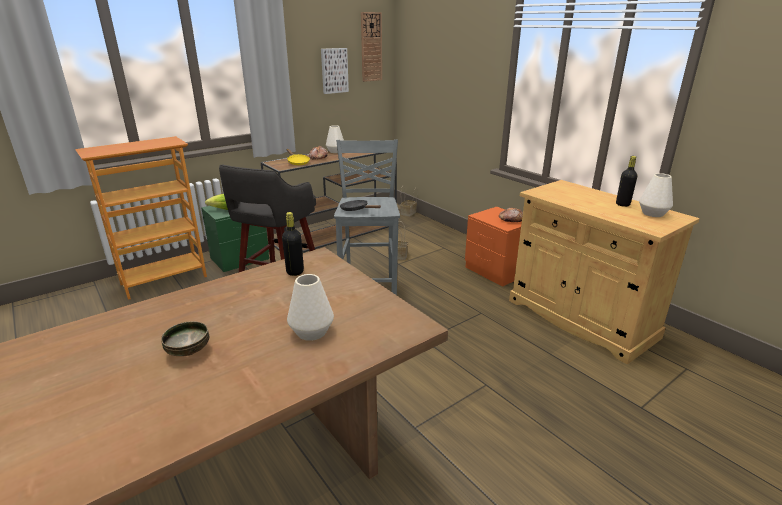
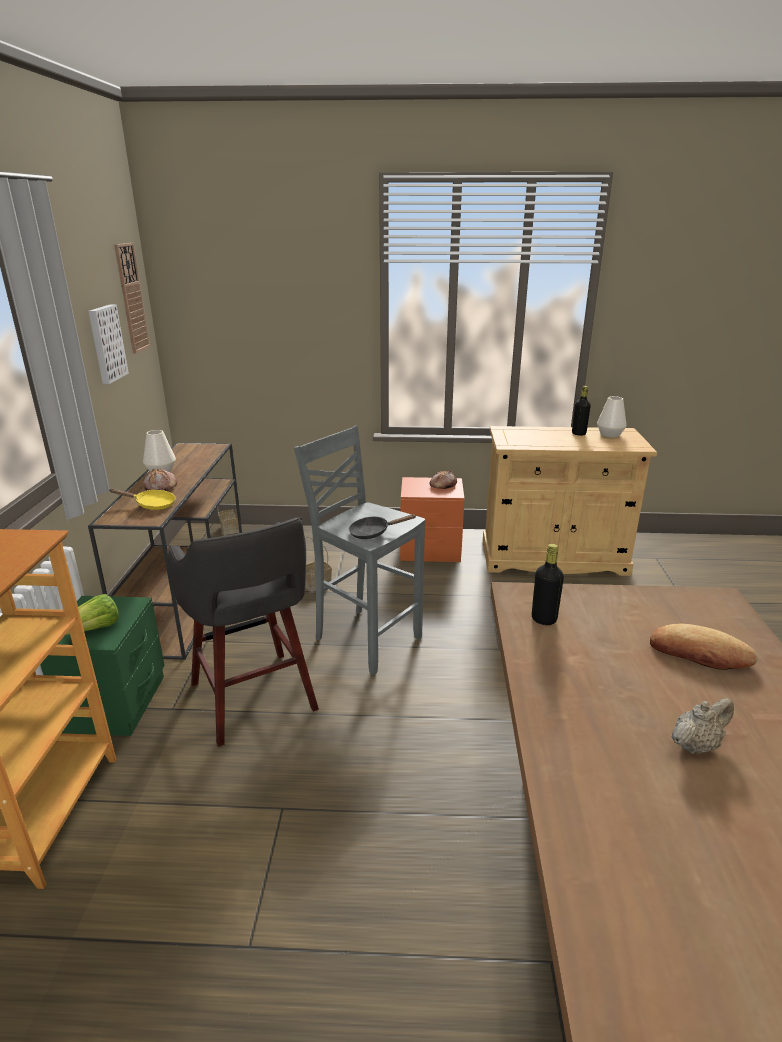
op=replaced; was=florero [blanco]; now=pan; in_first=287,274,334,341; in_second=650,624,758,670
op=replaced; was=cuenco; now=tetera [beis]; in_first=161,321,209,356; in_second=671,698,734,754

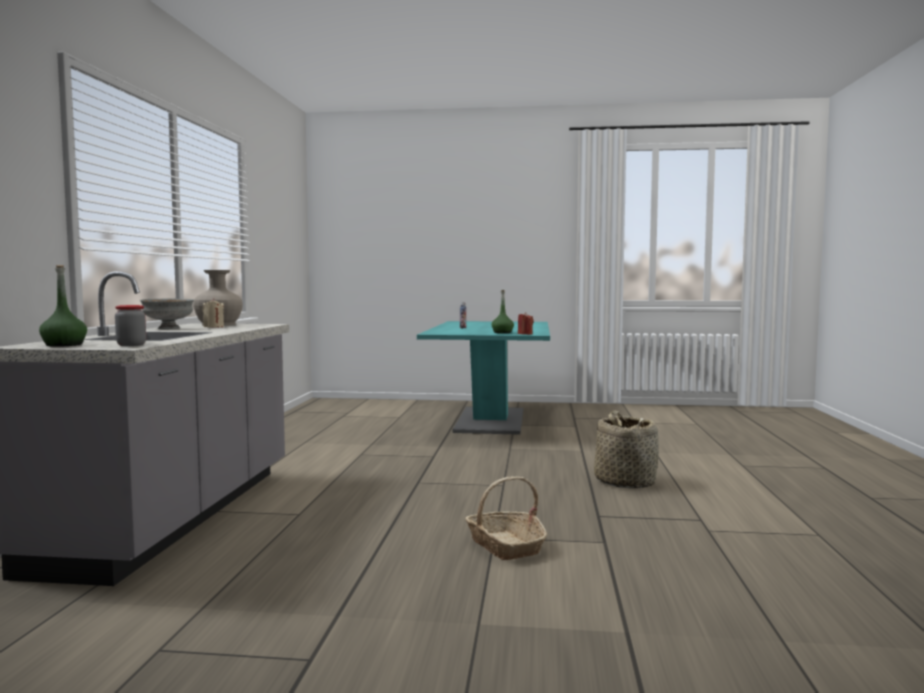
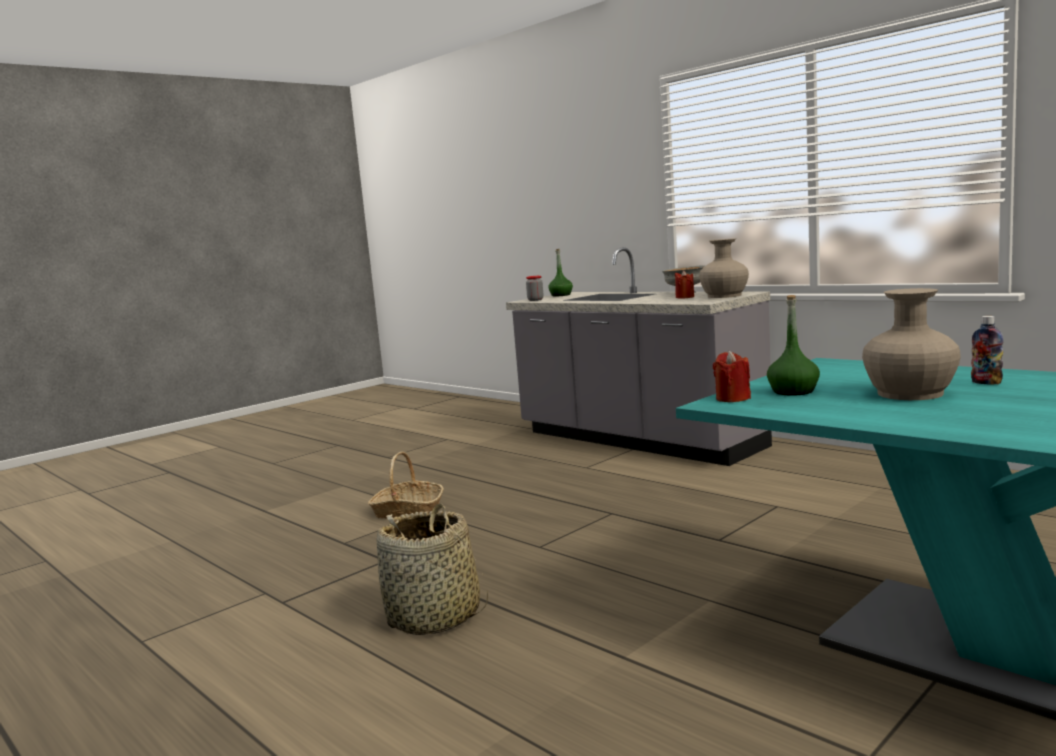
op=recoloured; was=vela [beis]; now=vela [rojo]; in_first=203,299,224,328; in_second=675,270,694,299
op=added; now=florero [beis]; in_second=862,288,961,400

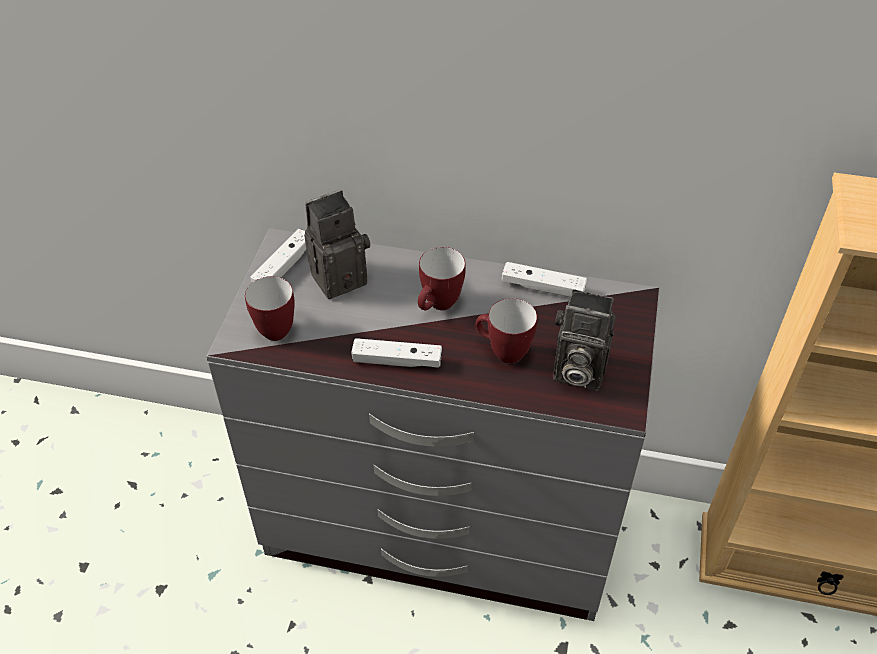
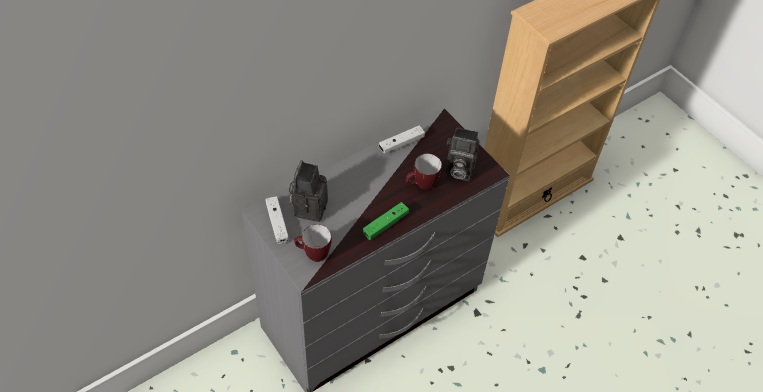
op=removed; was=taza grande; in_first=418,247,466,310
op=turned; was=cámara; in_first=553,289,616,390; in_second=445,127,480,181; clockwise=45
op=recoloured; was=mando de consola [blanco]; now=mando de consola [verde]; in_first=351,338,442,368; in_second=363,202,409,240

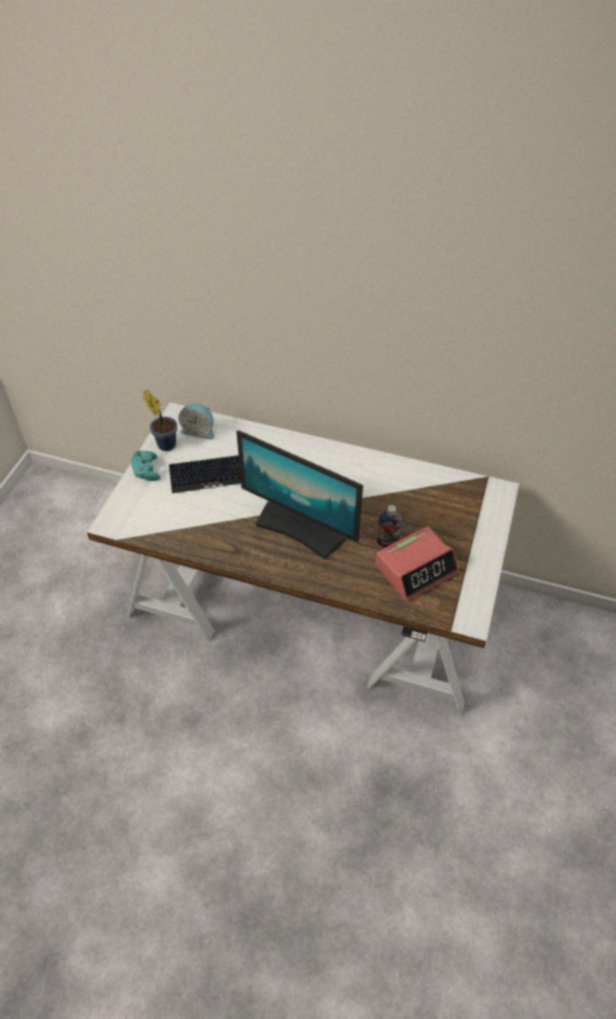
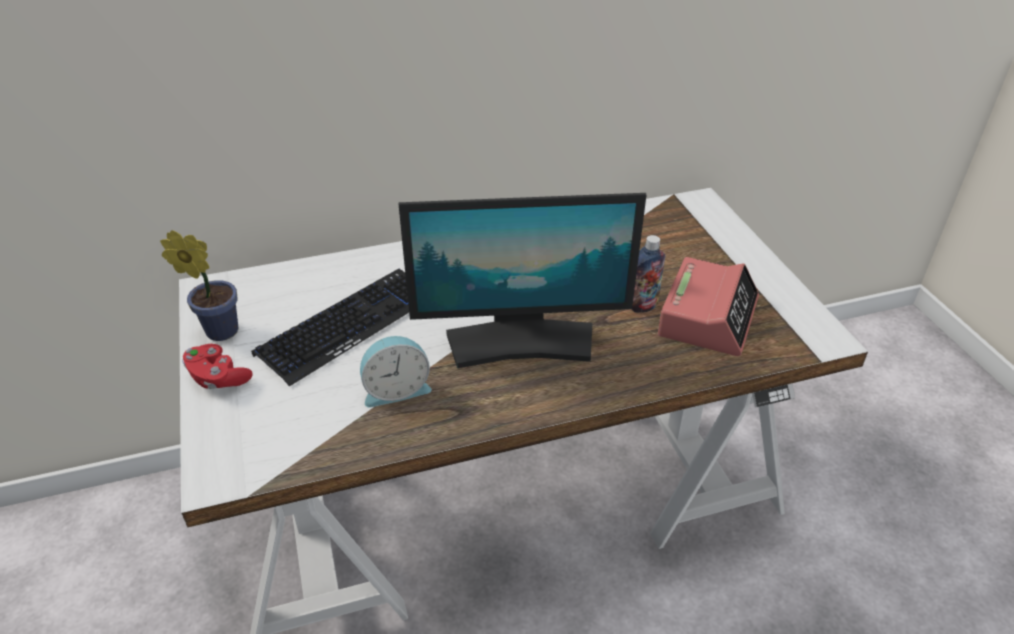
op=moved; was=despertador; in_first=178,403,214,440; in_second=360,336,432,408
op=recoloured; was=mando de consola [turquesa]; now=mando de consola [rojo]; in_first=131,450,161,481; in_second=182,344,253,389

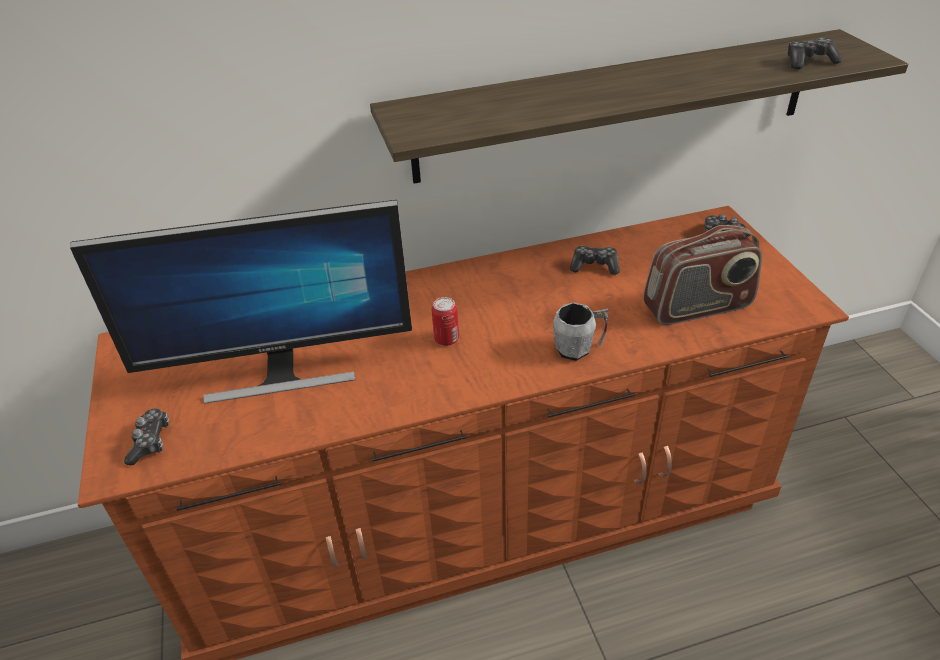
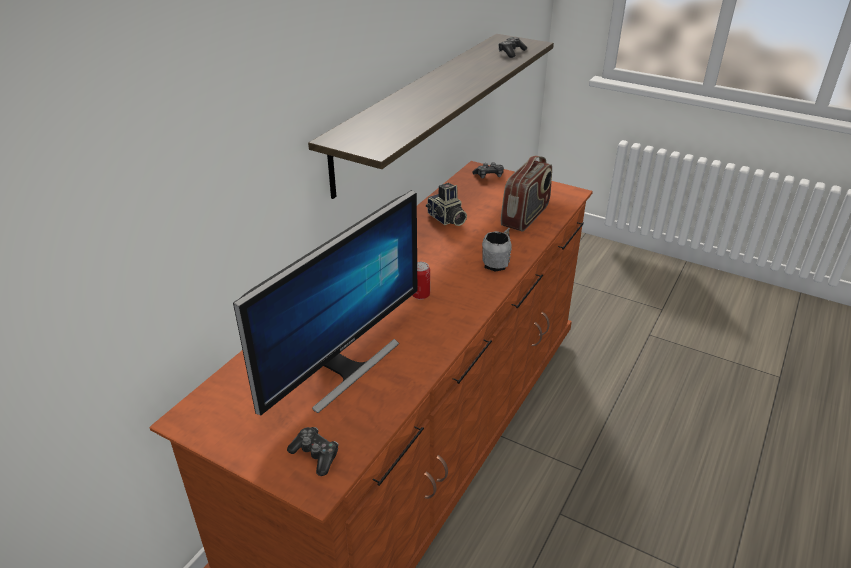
op=replaced; was=mando de consola; now=cámara; in_first=570,245,620,275; in_second=426,183,467,226

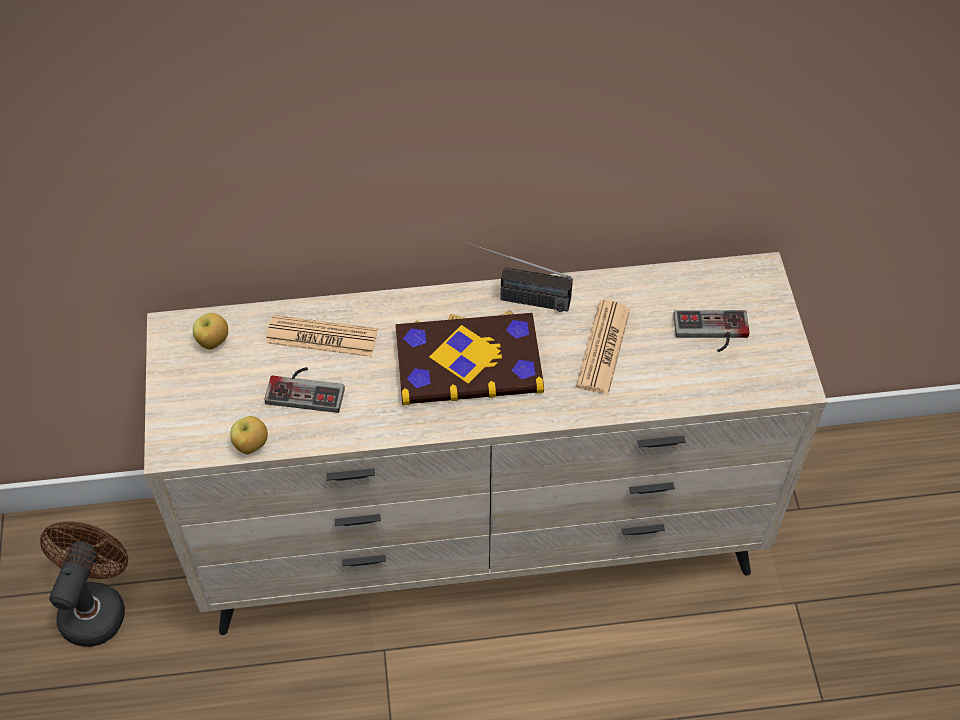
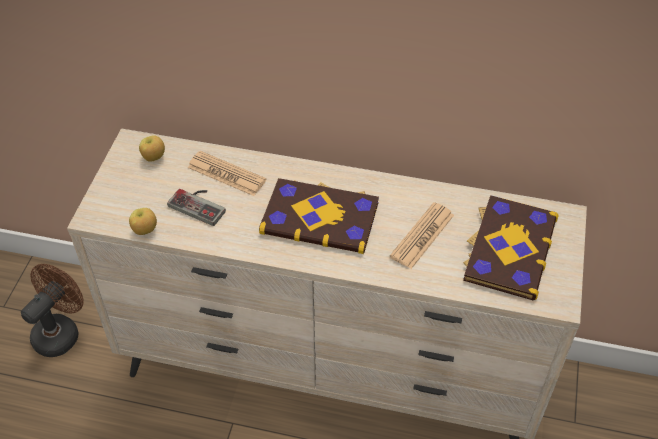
op=removed; was=radio; in_first=466,242,573,312
op=replaced; was=mando de consola; now=libro; in_first=673,310,749,352; in_second=463,195,559,300

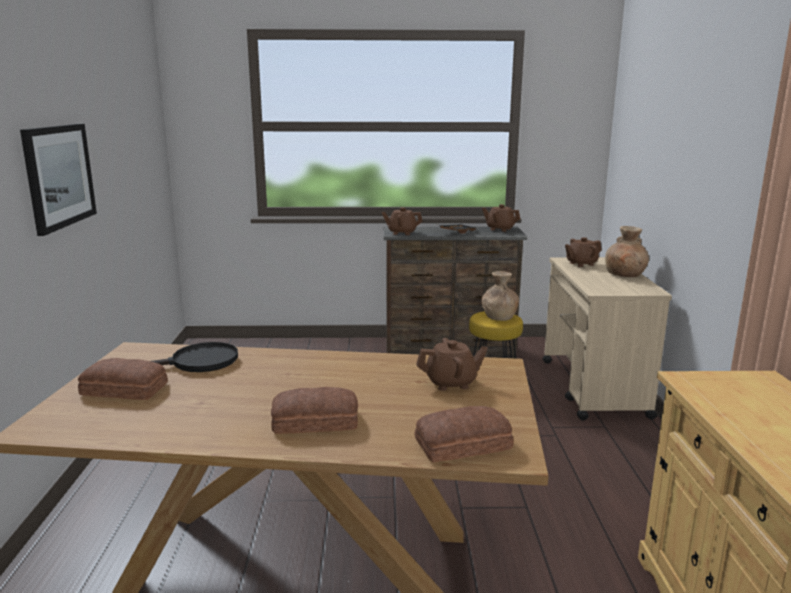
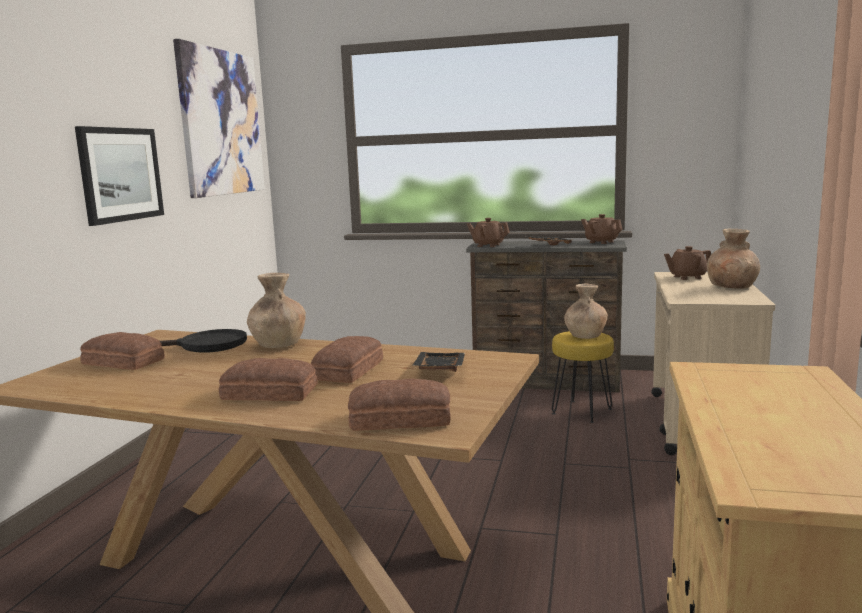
op=replaced; was=tetera [marrón]; now=bandeja [negro]; in_first=416,338,488,391; in_second=412,352,465,372
op=added; now=cuadro; in_second=173,39,265,198
op=added; now=florero [marrón]; in_second=247,273,306,348
op=added; now=pan; in_second=311,336,383,383

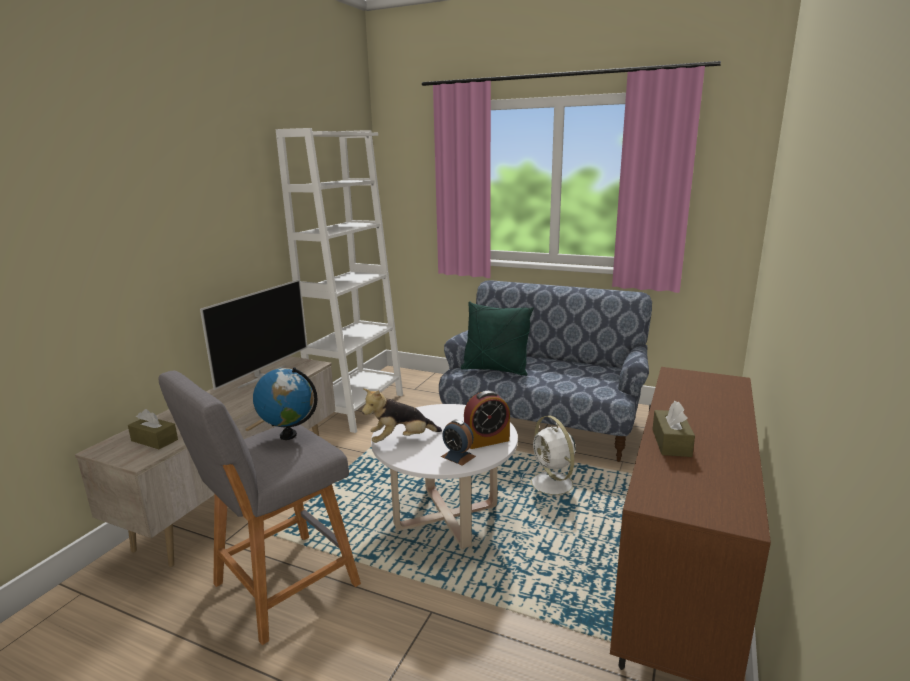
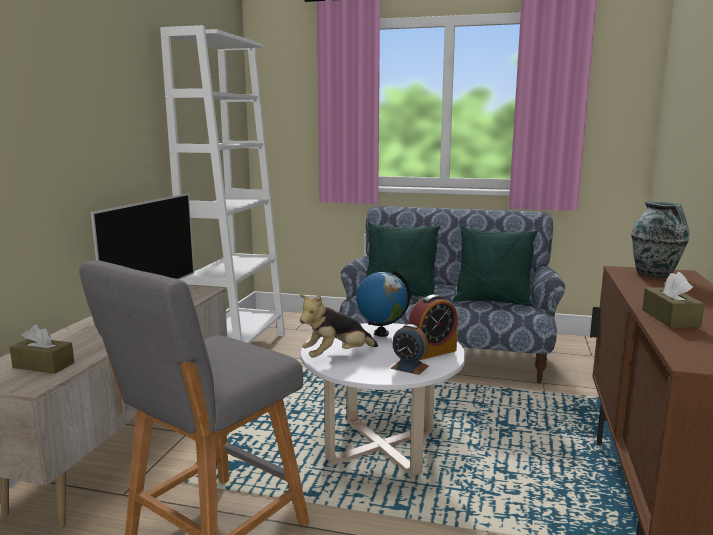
op=moved; was=globo terráqueo; in_first=253,367,317,440; in_second=356,270,411,337
op=removed; was=ventilador [blanco]; in_first=521,416,578,498
op=added; now=florero; in_second=631,201,689,278
op=added; now=cojín [verde]; in_second=453,226,537,306

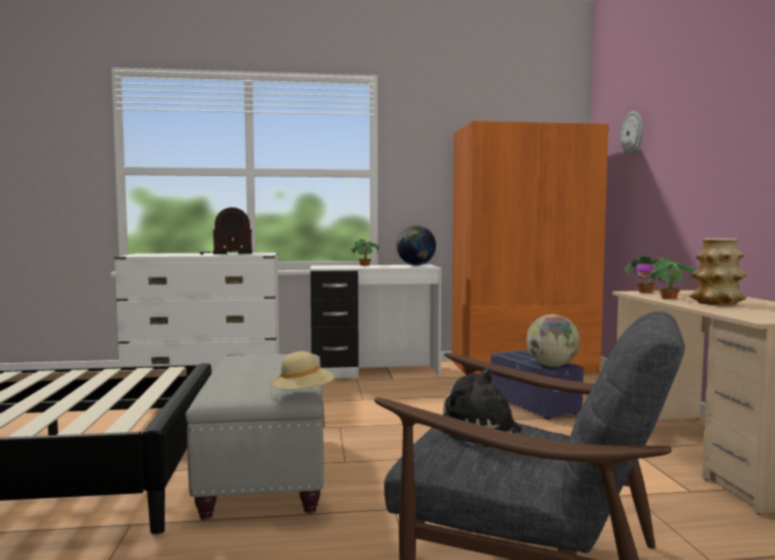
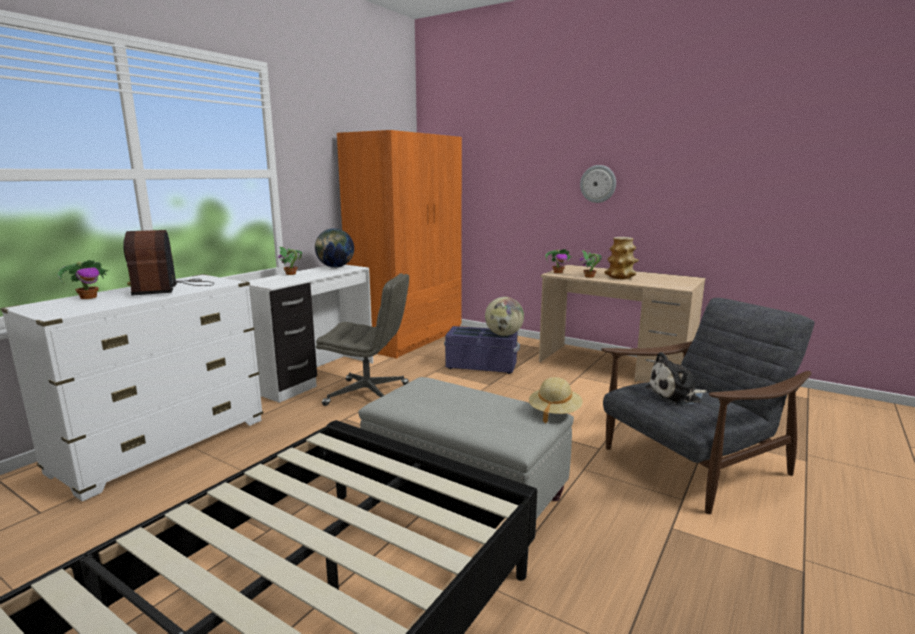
op=moved; was=reloj de pared; in_first=620,111,643,155; in_second=580,165,616,203
op=turned; was=radio; in_first=198,207,253,255; in_second=123,230,214,296; clockwise=135
op=added; now=planta en maceta; in_second=57,260,109,299
op=added; now=silla de oficina [gris]; in_second=316,273,409,406

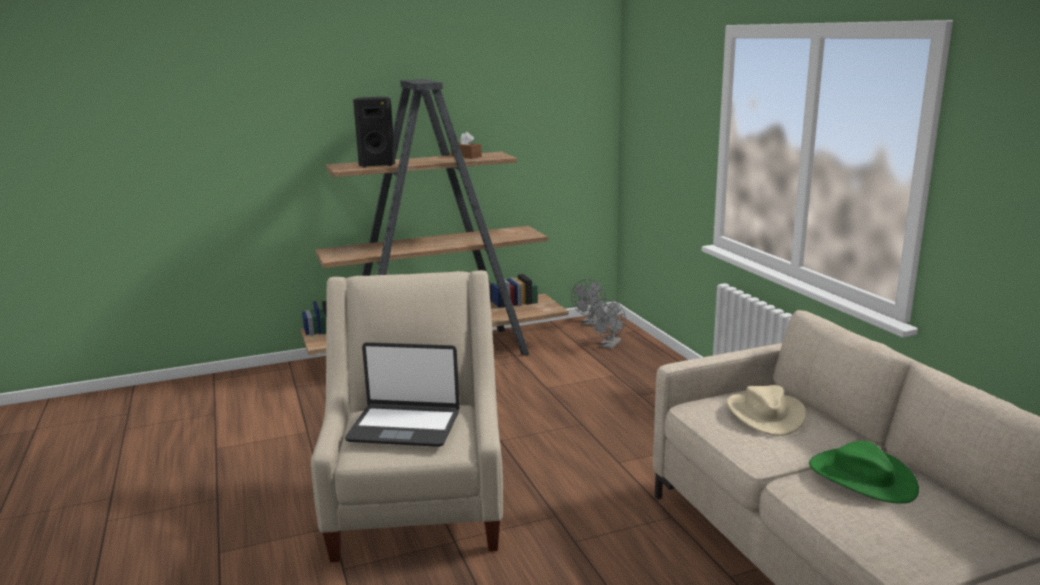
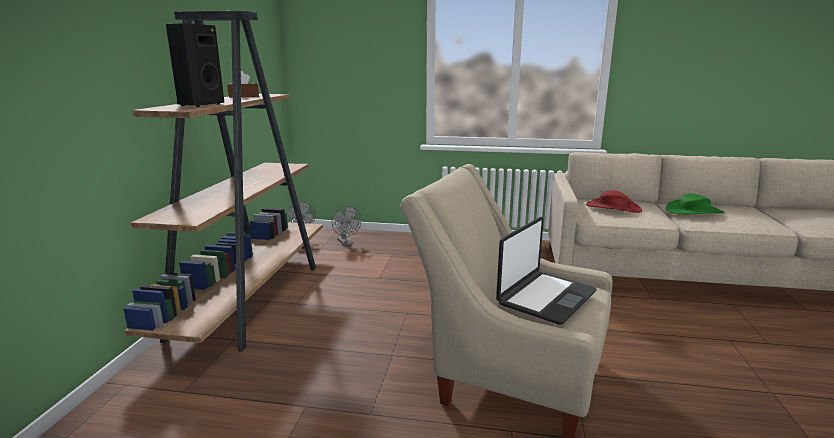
op=recoloured; was=sombrero [beis]; now=sombrero [rojo]; in_first=726,385,807,436; in_second=586,190,642,213

